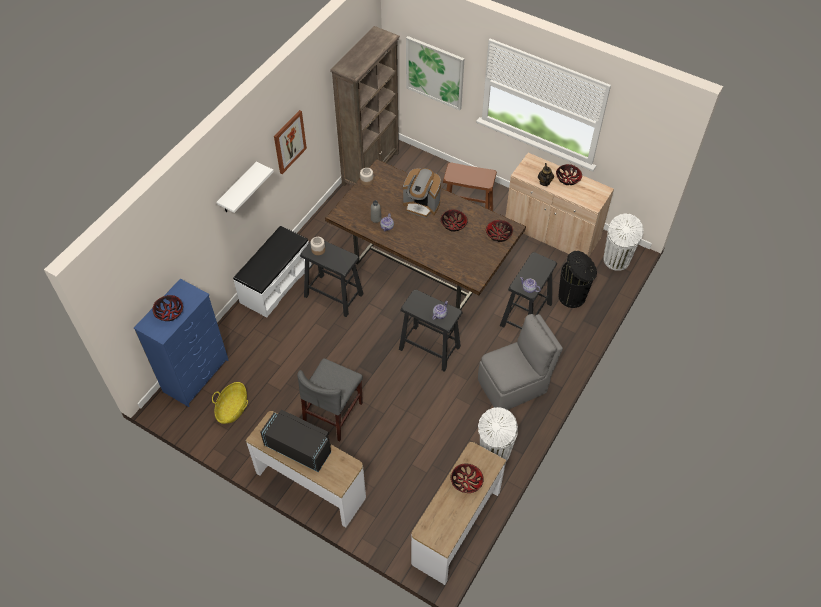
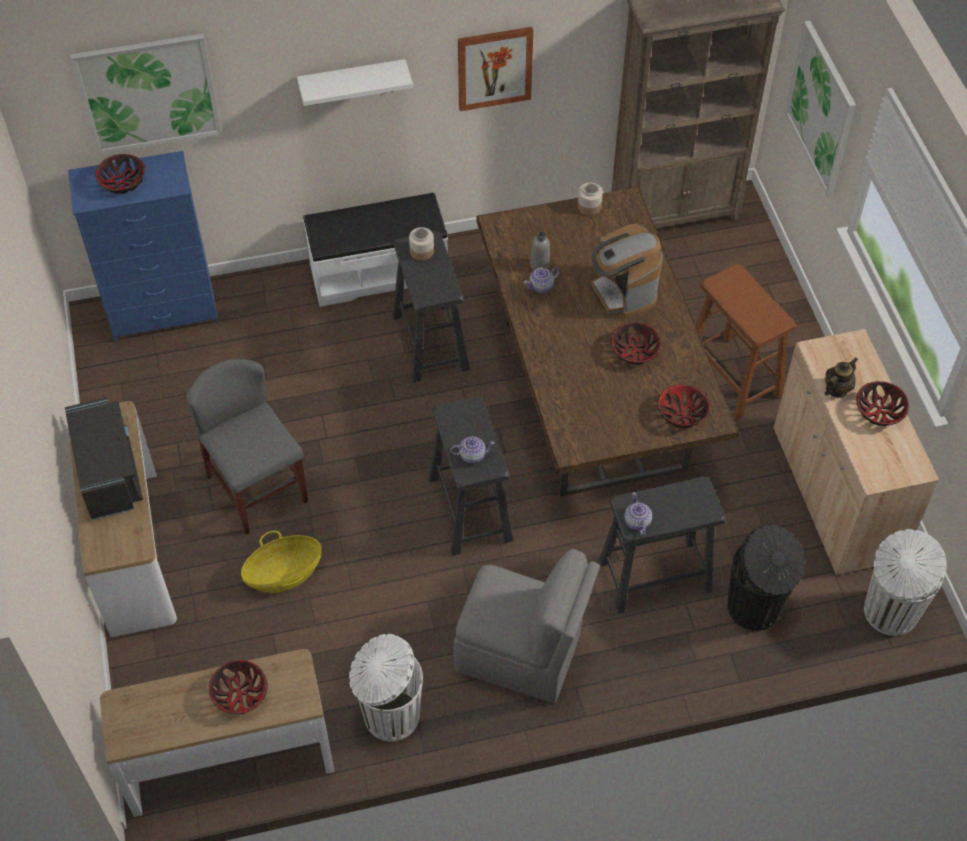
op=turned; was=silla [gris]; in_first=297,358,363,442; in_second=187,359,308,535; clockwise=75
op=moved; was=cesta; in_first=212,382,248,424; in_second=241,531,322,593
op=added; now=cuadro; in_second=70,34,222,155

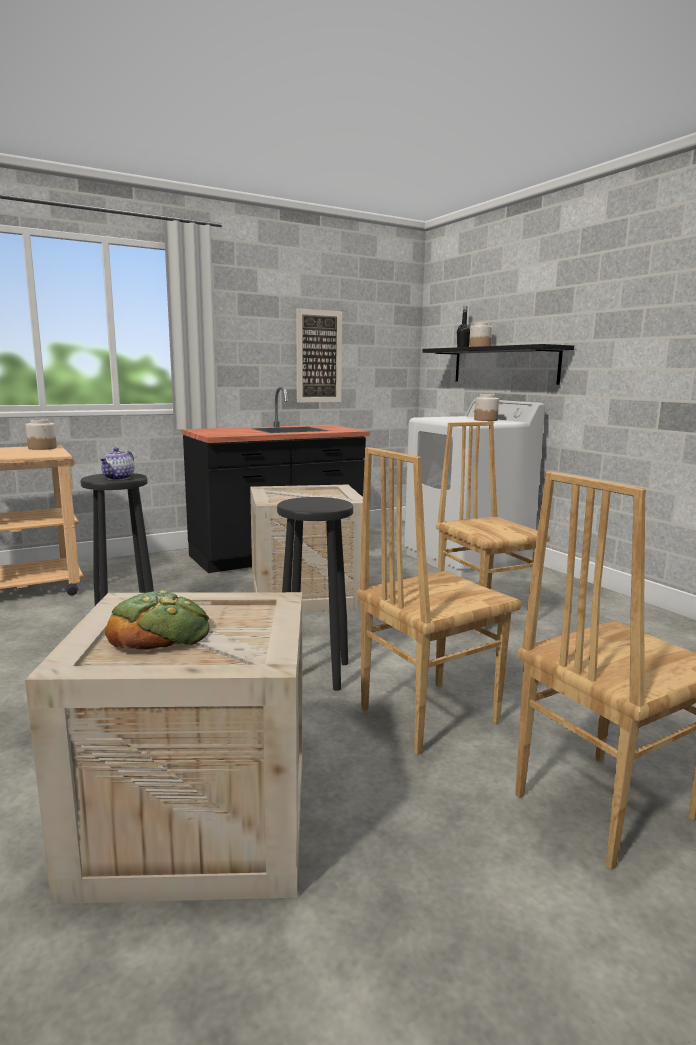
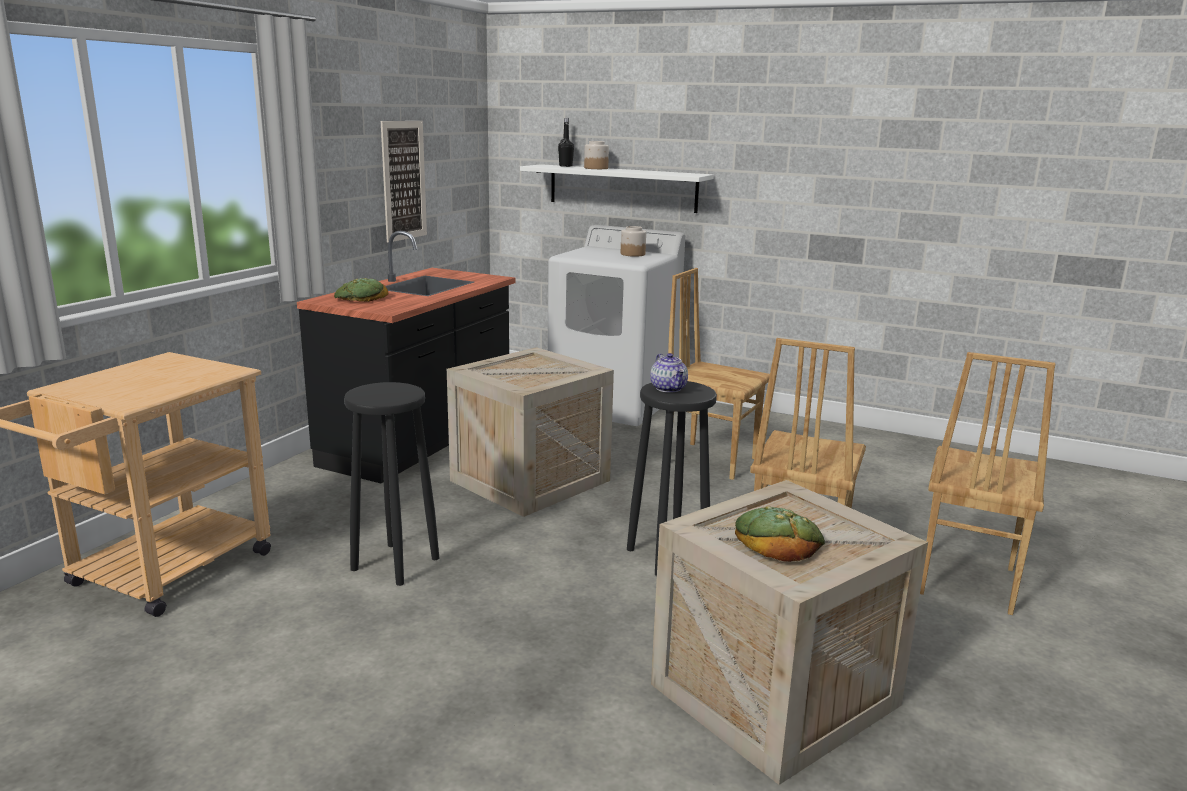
op=recoloured; was=estante [negro]; now=estante [blanco]; in_first=423,344,574,385; in_second=520,164,714,213
op=removed; was=tarro; in_first=26,419,57,450
op=moved; was=tetera; in_first=99,448,134,480; in_second=650,353,688,393
op=added; now=pan; in_second=334,278,388,302

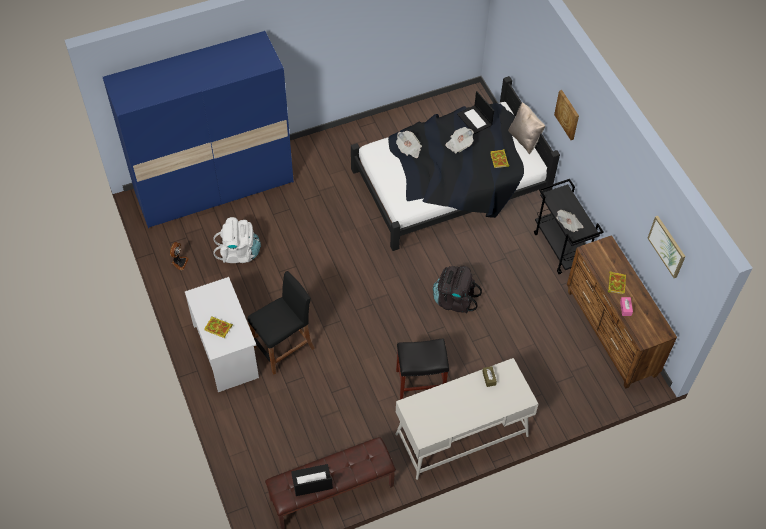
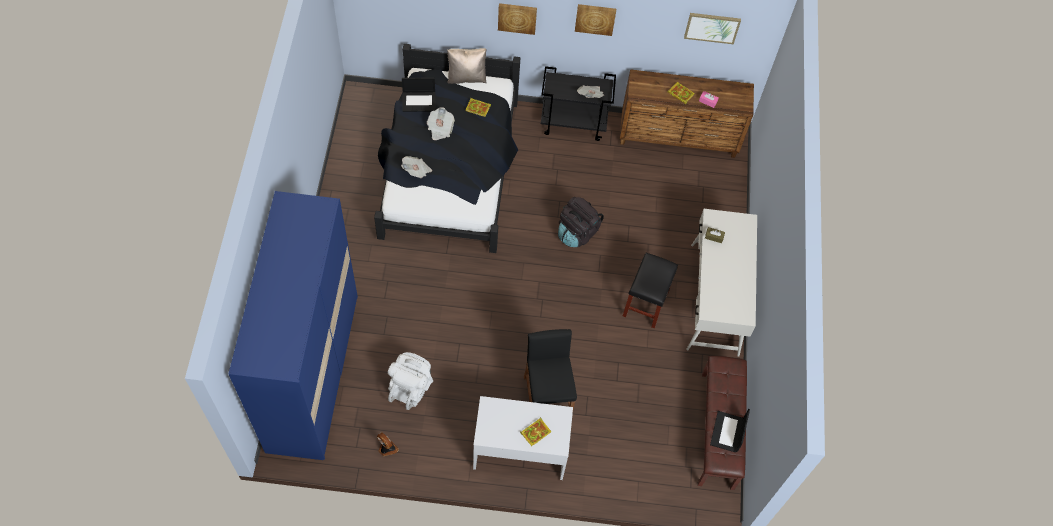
op=added; now=cuadro; in_second=575,4,616,36

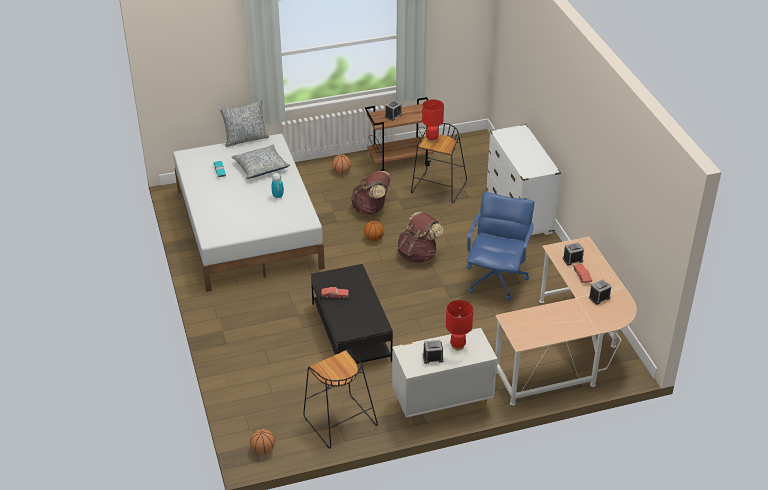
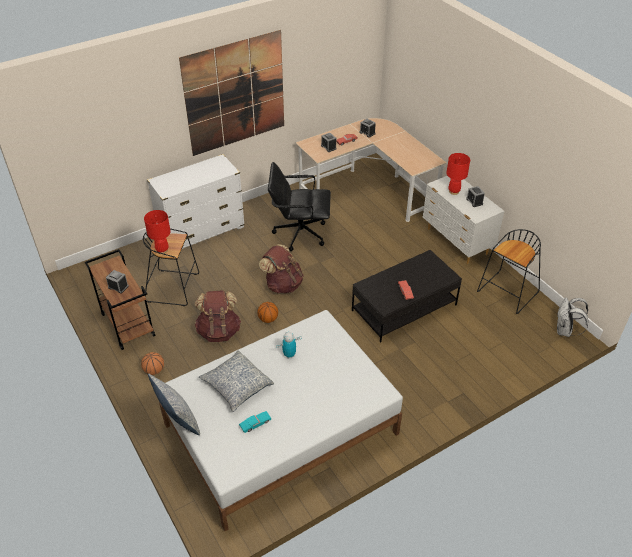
op=recoloured; was=silla de oficina [azul]; now=silla de oficina [negro]; in_first=466,192,534,300; in_second=268,162,331,251
op=replaced; was=balón de baloncesto; now=mochila [blanco]; in_first=250,429,275,454; in_second=557,297,588,337
op=added; now=cuadro; in_second=179,30,284,156

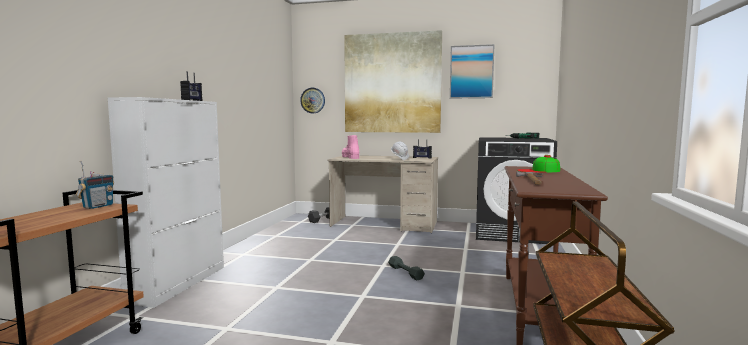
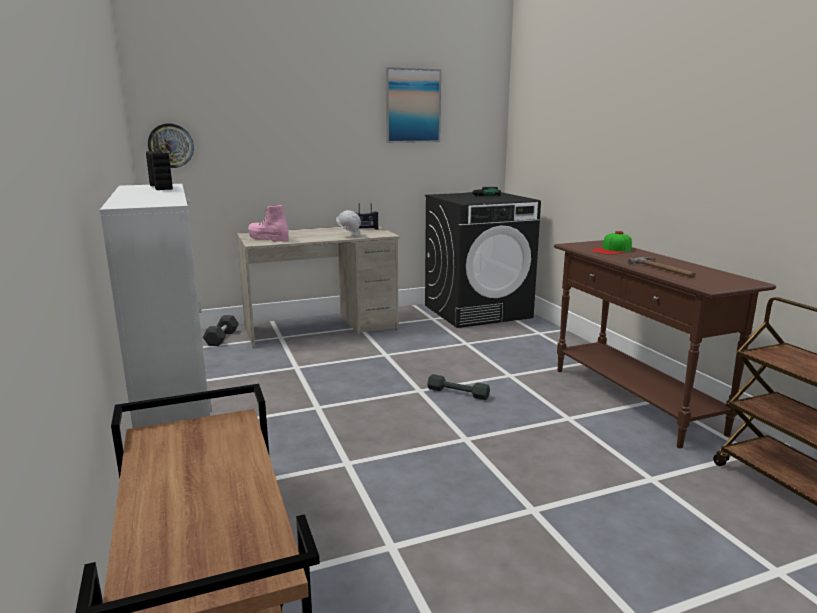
op=removed; was=cuadro; in_first=344,30,442,133
op=removed; was=radio; in_first=76,161,114,209

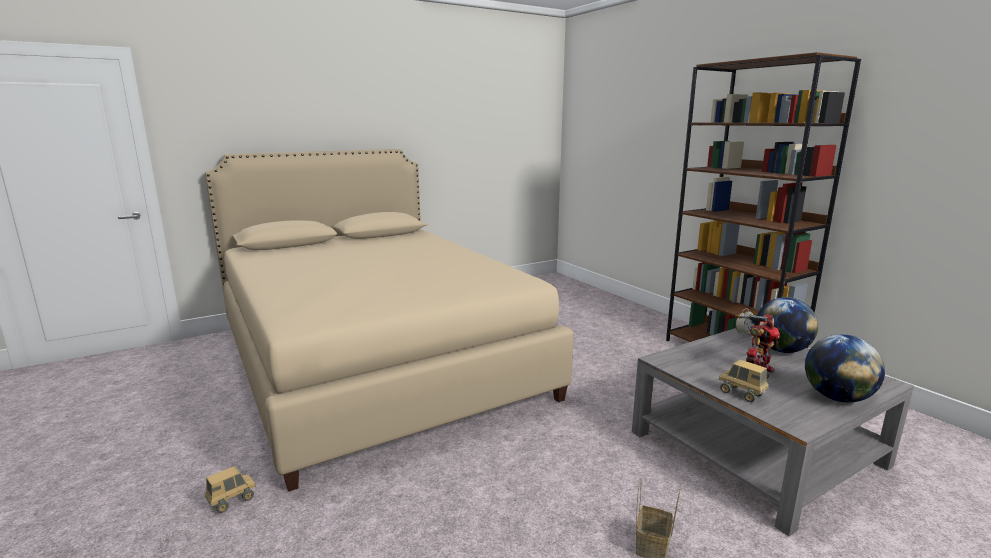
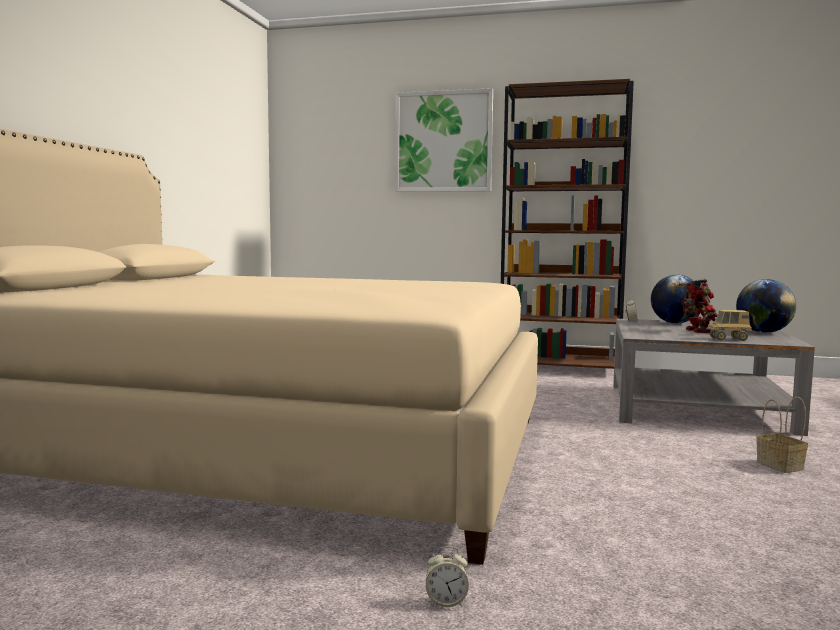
op=replaced; was=camión de juguete; now=despertador; in_first=205,466,256,513; in_second=426,546,469,607
op=added; now=cuadro; in_second=395,88,493,192

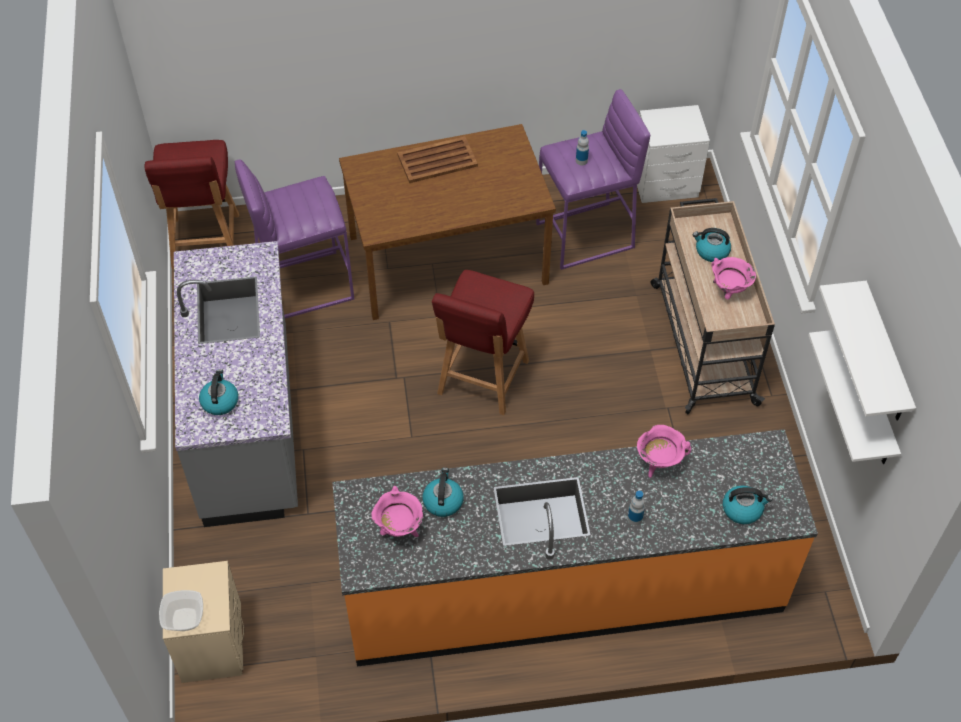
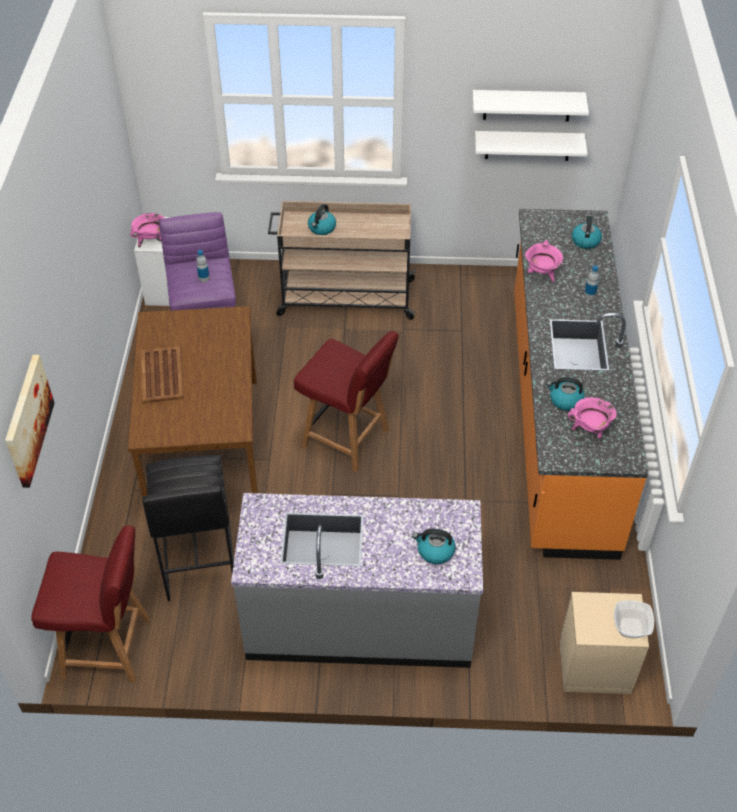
op=recoloured; was=taburete [morado]; now=taburete [negro]; in_first=235,159,354,319; in_second=142,455,234,601
op=moved; was=olla [rosa]; in_first=711,257,756,299; in_second=130,213,164,248
op=added; now=cuadro; in_second=5,355,54,488

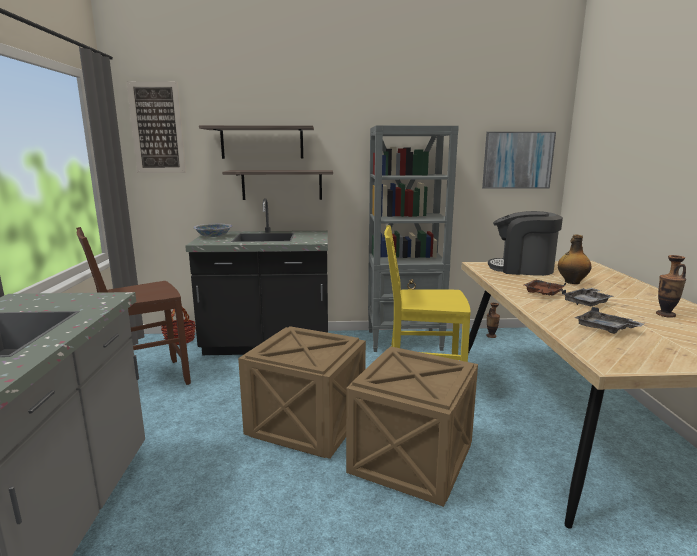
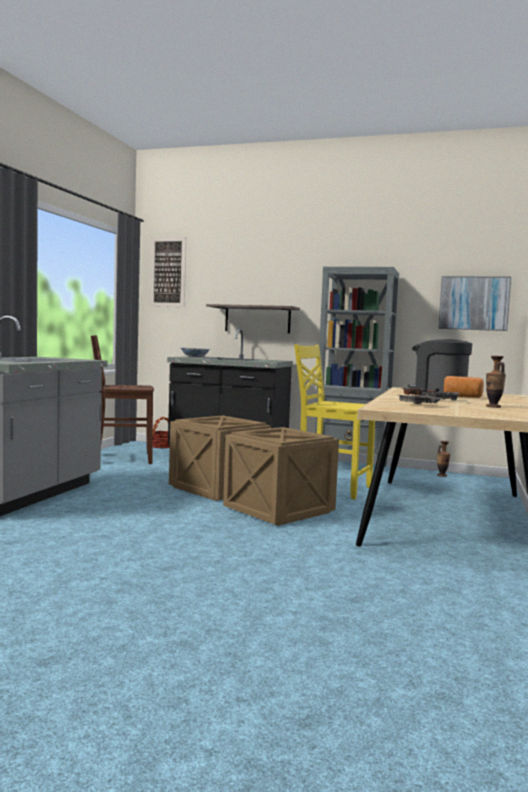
op=removed; was=estante; in_first=199,125,314,159
op=replaced; was=botella; now=pan; in_first=558,235,592,284; in_second=444,376,484,398

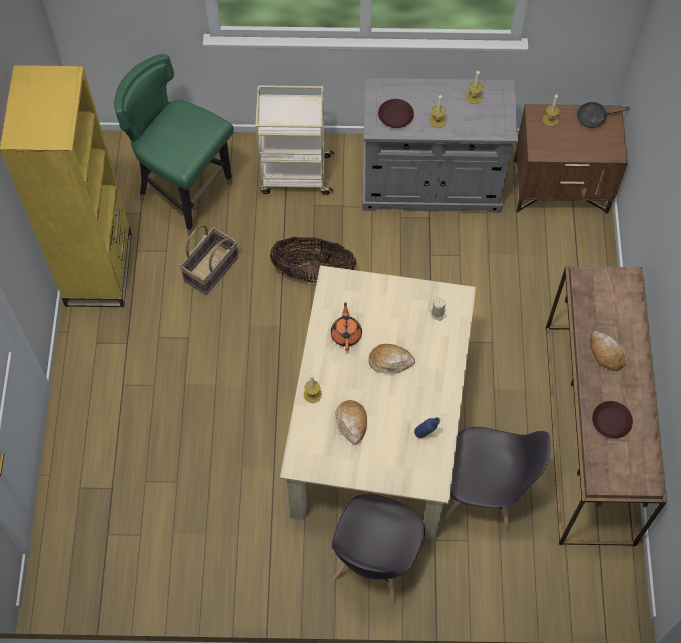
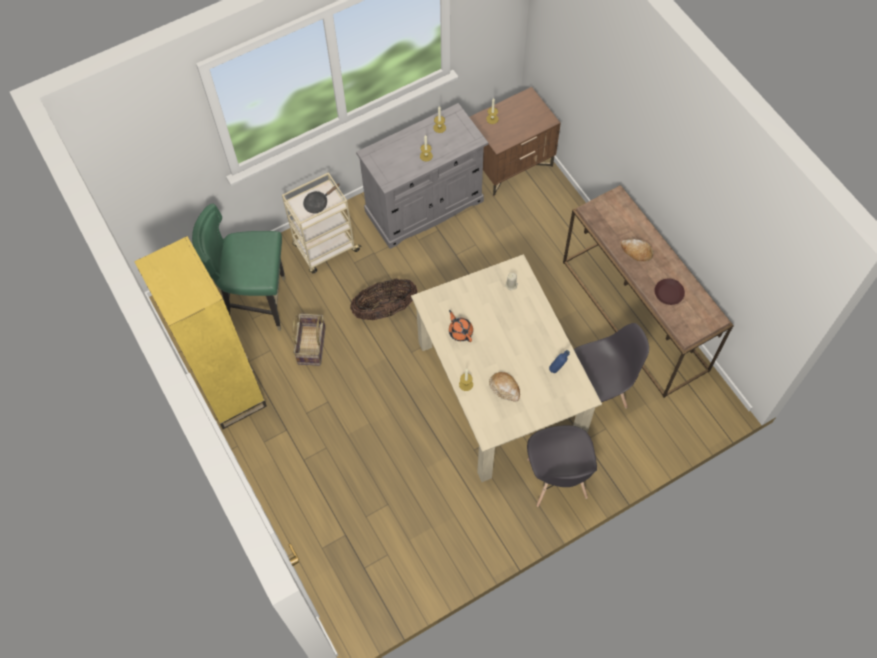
op=removed; was=plato [marrón]; in_first=378,99,414,128
op=moved; was=sartén [negro]; in_first=577,102,629,128; in_second=303,184,340,213
op=removed; was=pan; in_first=369,344,415,374

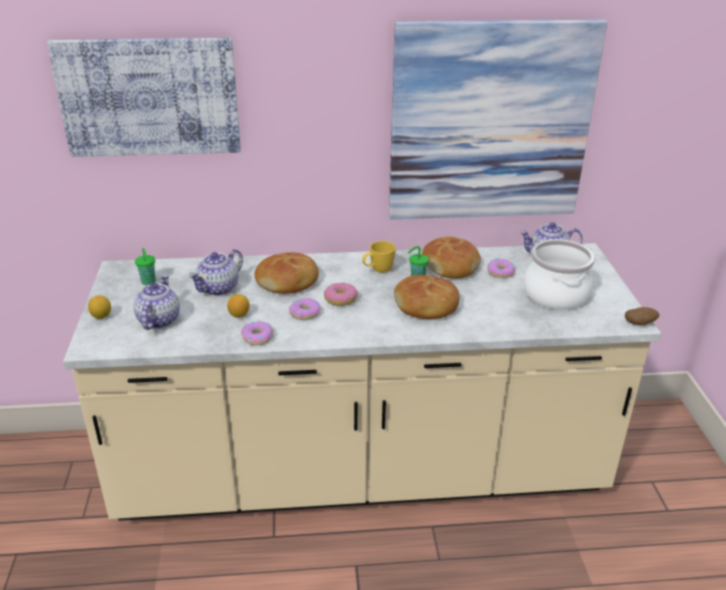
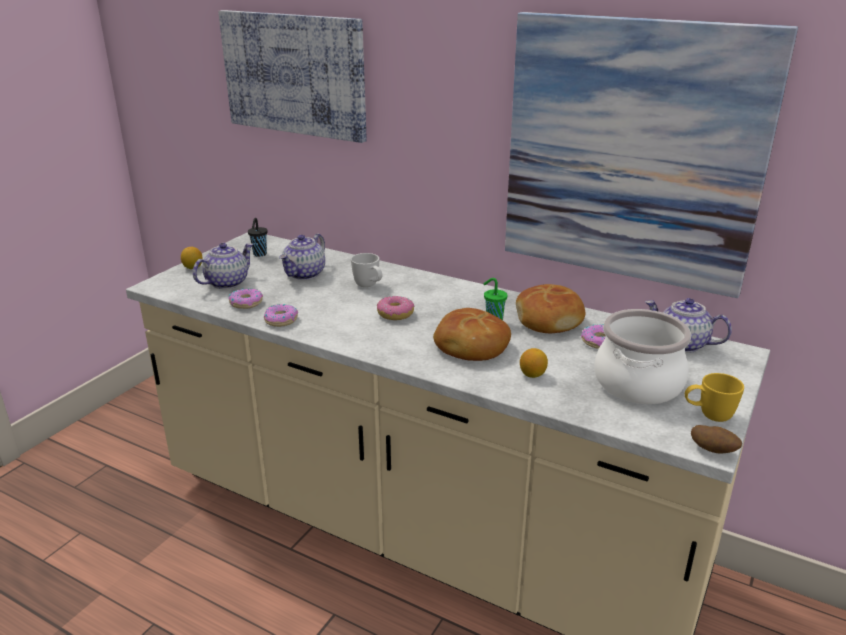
op=moved; was=taza grande [amarillo]; in_first=362,241,396,273; in_second=685,373,744,422
op=recoloured; was=taza [verde]; now=taza [negro]; in_first=135,248,156,286; in_second=248,218,268,257
op=turned; was=tetera; in_first=188,249,243,296; in_second=279,233,325,280; clockwise=-45
op=replaced; was=pan; now=taza grande [blanco]; in_first=254,252,319,294; in_second=351,253,382,287
op=moved; was=limón; in_first=227,294,250,318; in_second=520,348,548,378
op=moved; was=rosquilla; in_first=289,298,321,320; in_second=228,289,263,309

